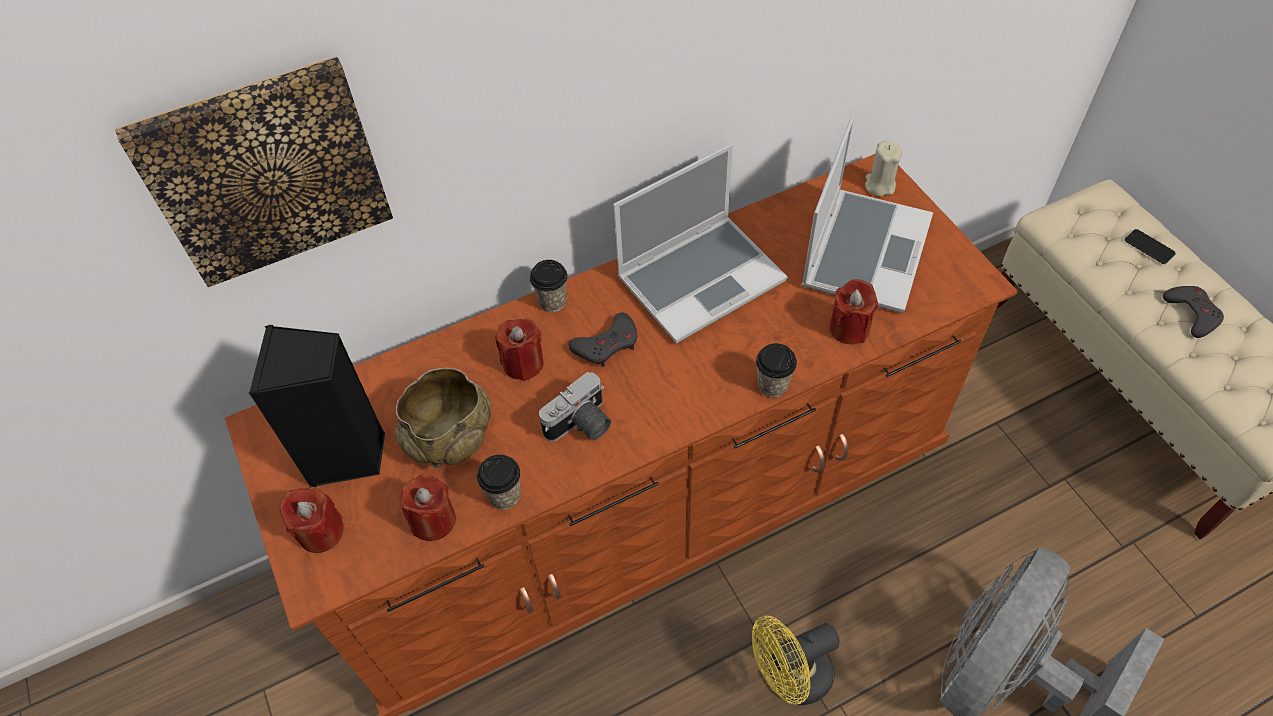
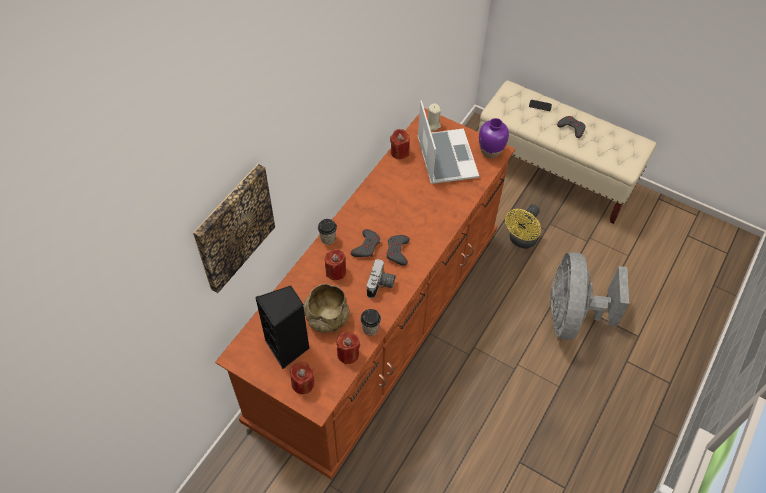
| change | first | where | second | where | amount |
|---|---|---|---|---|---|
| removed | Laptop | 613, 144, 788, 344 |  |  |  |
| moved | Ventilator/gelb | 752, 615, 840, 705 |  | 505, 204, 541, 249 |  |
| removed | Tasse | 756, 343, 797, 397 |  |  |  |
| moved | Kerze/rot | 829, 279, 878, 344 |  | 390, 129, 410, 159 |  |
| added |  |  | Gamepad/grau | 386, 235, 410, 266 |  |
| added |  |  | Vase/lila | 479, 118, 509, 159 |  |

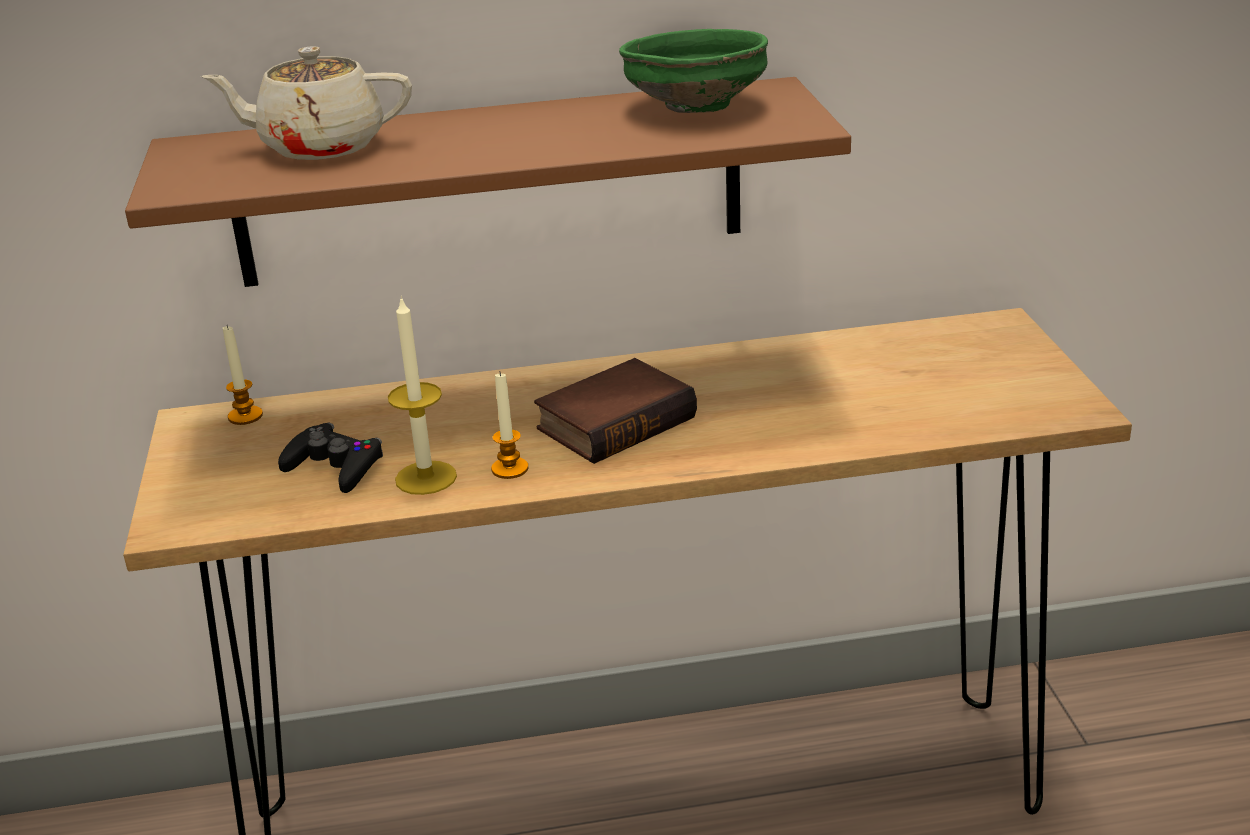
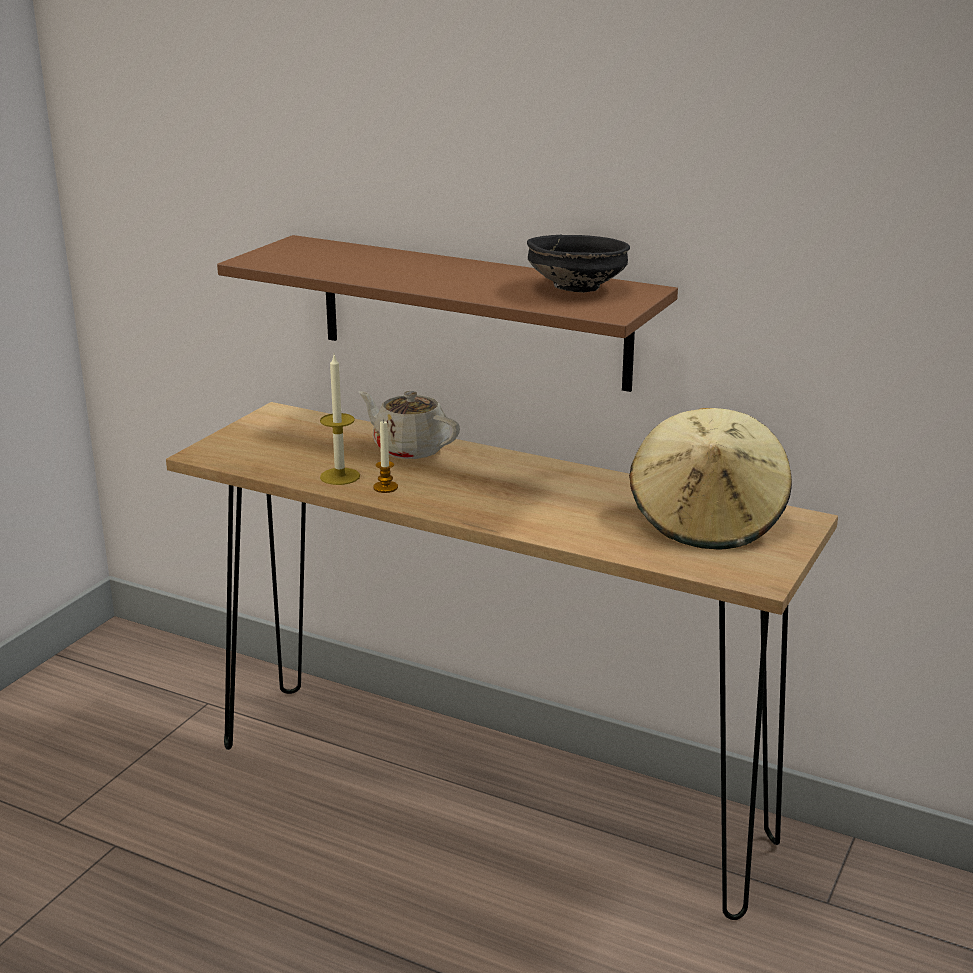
| change | first | where | second | where | amount |
|---|---|---|---|---|---|
| moved | Teekanne/beige | 201, 46, 412, 160 |  | 359, 391, 460, 459 |  |
| removed | Kerze | 223, 325, 263, 425 |  |  |  |
| removed | Gamepad/schwarz | 278, 423, 383, 493 |  |  |  |
| removed | Buch | 534, 358, 697, 464 |  |  |  |
| recoloured | Schüssel/grün | 619, 29, 768, 113 | Schüssel/schwarz | 527, 235, 630, 293 |  |
| added |  |  | Hut/beige | 629, 408, 792, 549 |  |

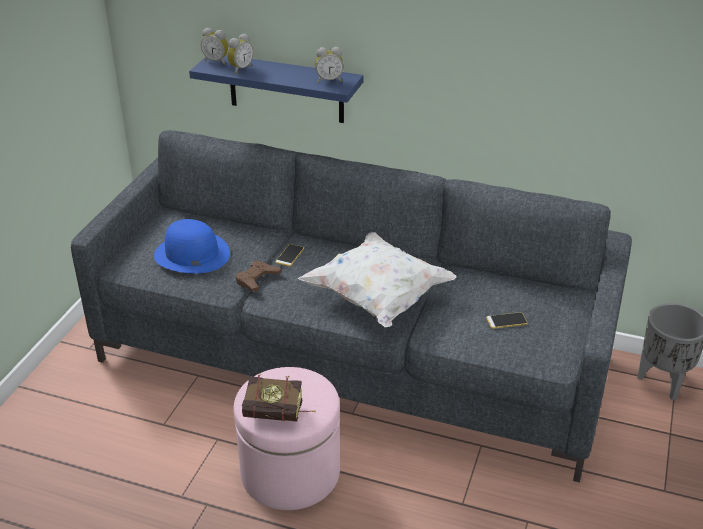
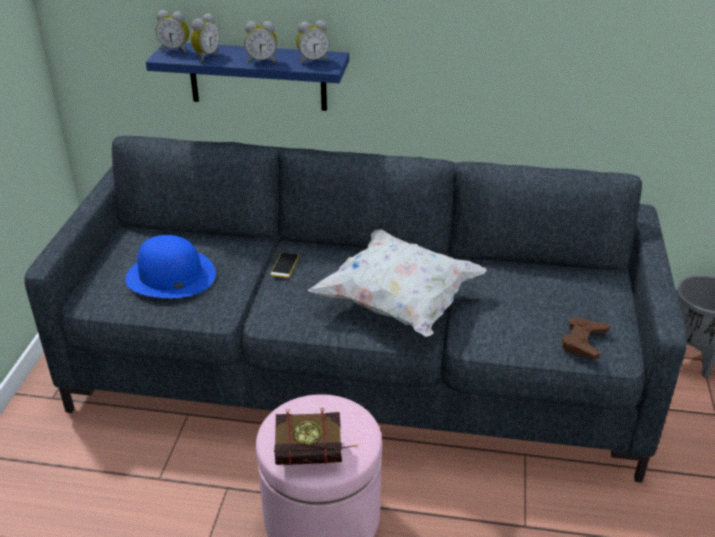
| change | first | where | second | where | amount |
|---|---|---|---|---|---|
| moved | Gamepad/braun | 236, 260, 281, 292 |  | 562, 317, 610, 359 |  |
| removed | Handy | 486, 312, 528, 329 |  |  |  |
| added |  |  | Wecker | 244, 21, 277, 63 |  |

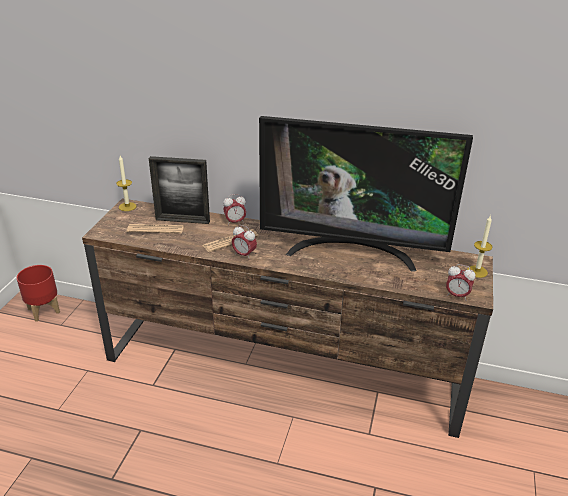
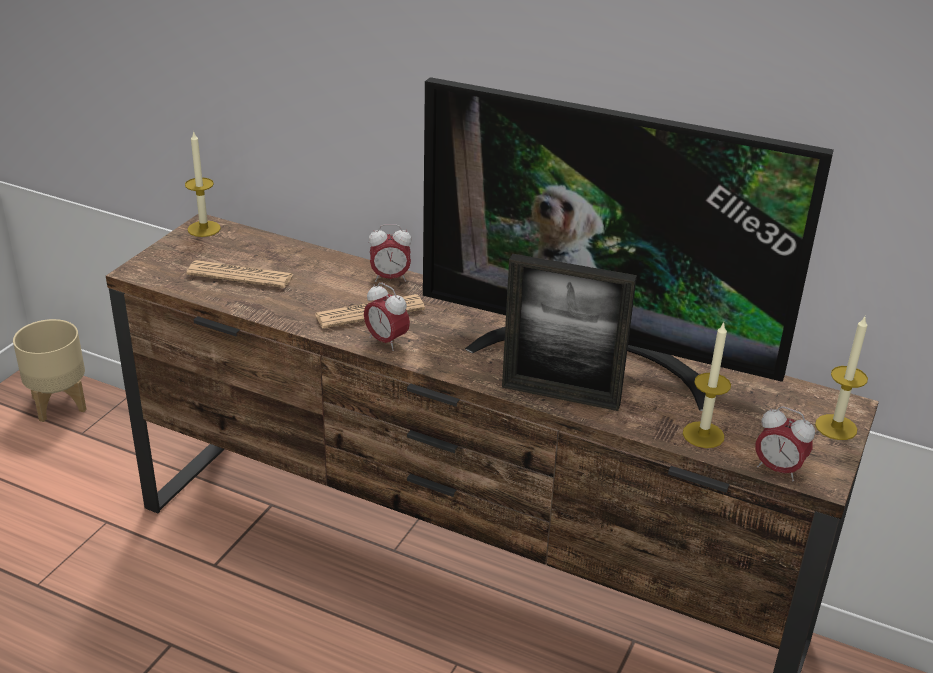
| change | first | where | second | where | amount |
|---|---|---|---|---|---|
| recoloured | Pflanzkübel/rot | 17, 265, 60, 322 | Pflanzkübel/beige | 13, 319, 87, 422 |  |
| moved | Bilderrahmen | 149, 156, 210, 224 |  | 502, 254, 637, 411 |  |
| added |  |  | Kerze | 683, 322, 731, 448 |  |

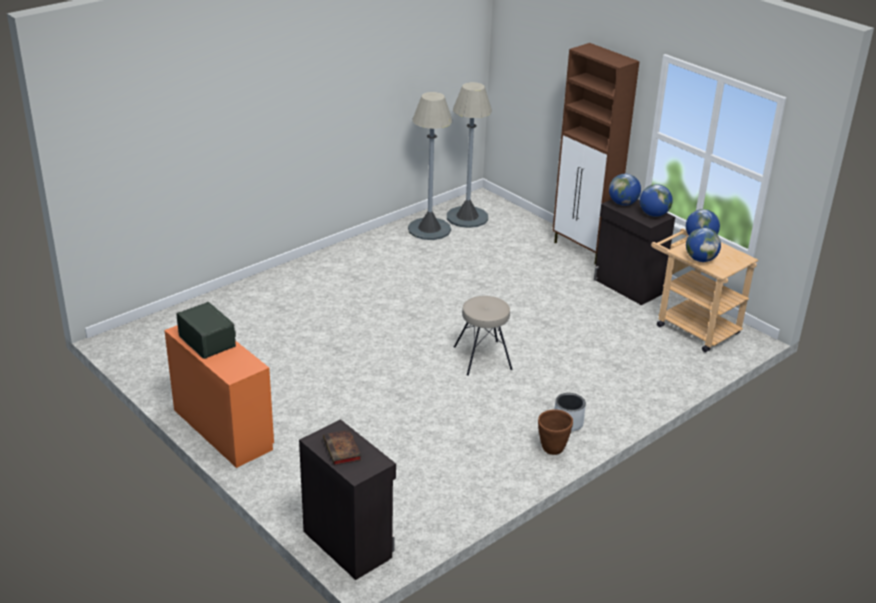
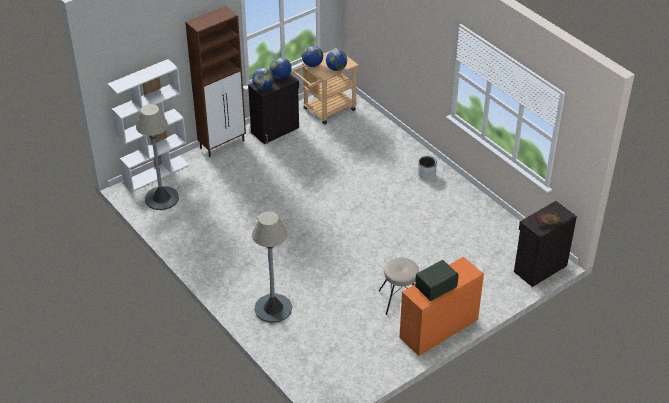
| change | first | where | second | where | amount |
|---|---|---|---|---|---|
| moved | Stehlampe/grau | 408, 92, 452, 240 |  | 252, 211, 292, 323 |  |
| moved | Hocker/beige | 454, 296, 513, 376 |  | 379, 258, 419, 315 |  |
| removed | Pflanzkübel/braun | 538, 409, 573, 455 |  |  |  |
| added |  |  | Bücherregal/weiß | 108, 59, 189, 191 |  |

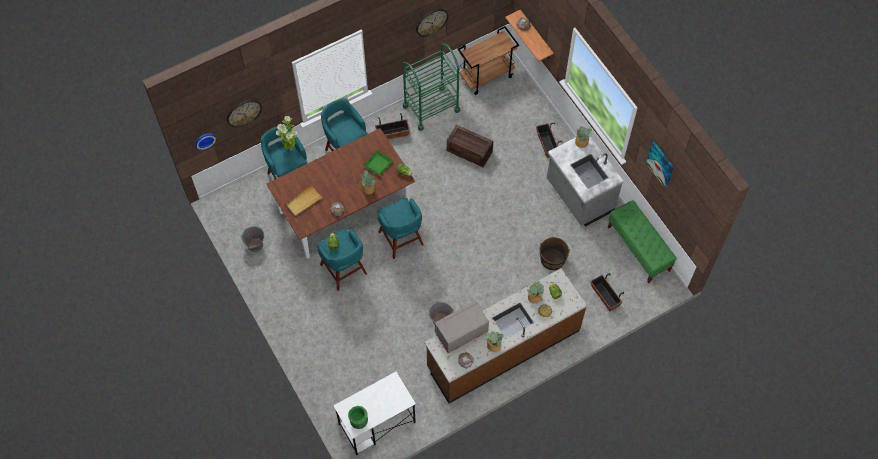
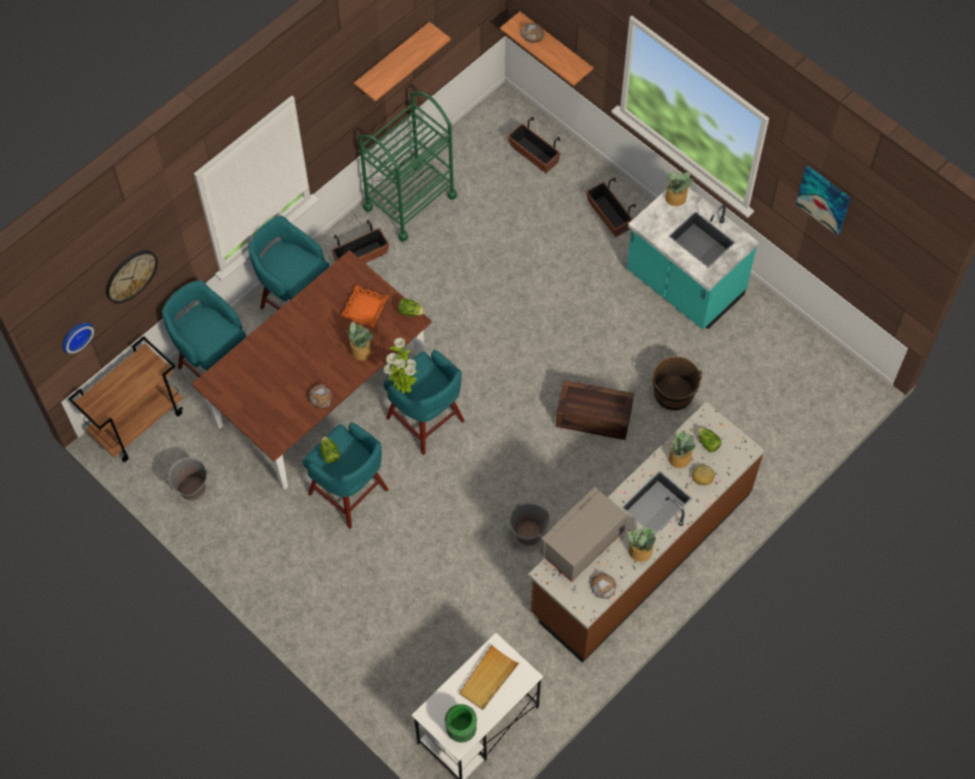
| change | first | where | second | where | amount |
|---|---|---|---|---|---|
| moved | Topfpflanze | 276, 116, 298, 151 |  | 383, 337, 418, 394 |  |
| moved | Tablett/beige | 286, 185, 323, 216 |  | 459, 645, 519, 710 |  |
| recoloured | Tablett/grün | 363, 149, 394, 176 | Tablett/orange | 341, 285, 388, 327 |  |
| replaced | Wanduhr | 416, 9, 448, 37 | Wandregal | 354, 22, 451, 102 |  |
| moved | Kiste | 447, 125, 493, 167 |  | 556, 380, 634, 440 |  |
| moved | Rollwagen/braun | 458, 26, 519, 95 |  | 68, 336, 183, 462 |  |
| recoloured | Küchenzeile/grau | 547, 137, 623, 227 | Küchenzeile/türkis | 627, 187, 759, 329 |  |
| moved | Pflanzkübel | 590, 273, 624, 311 |  | 507, 117, 561, 173 |  |
| removed | Bank/grün | 608, 200, 677, 284 |  |  |  |

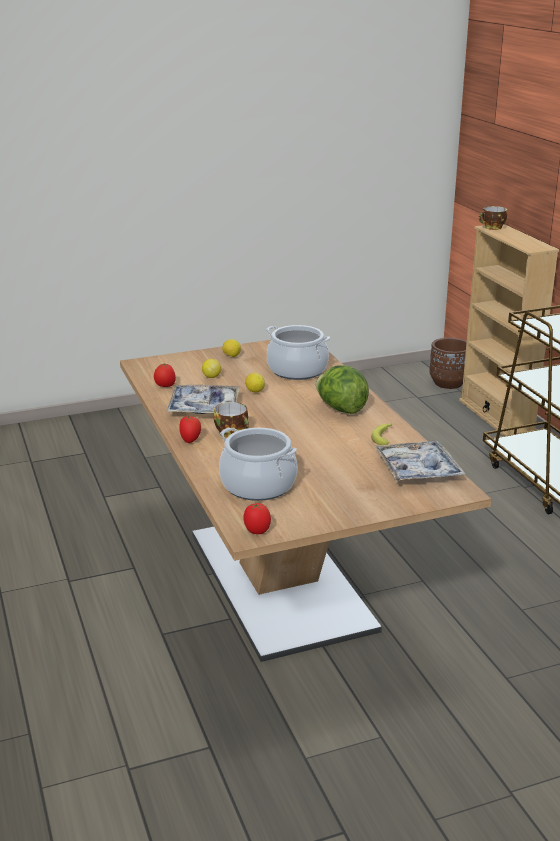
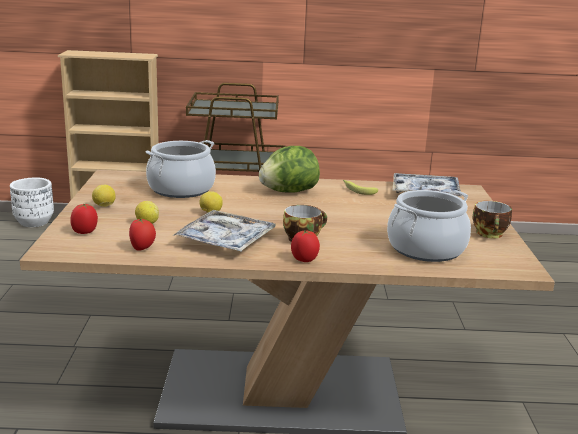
| change | first | where | second | where | amount |
|---|---|---|---|---|---|
| moved | Tomate | 244, 503, 271, 534 |  | 70, 204, 98, 234 |  |
| recoloured | Pflanzkübel/braun | 430, 338, 467, 389 | Pflanzkübel/weiß | 10, 177, 54, 227 |  |
| moved | Tasse | 479, 206, 507, 230 |  | 472, 201, 512, 238 |  |

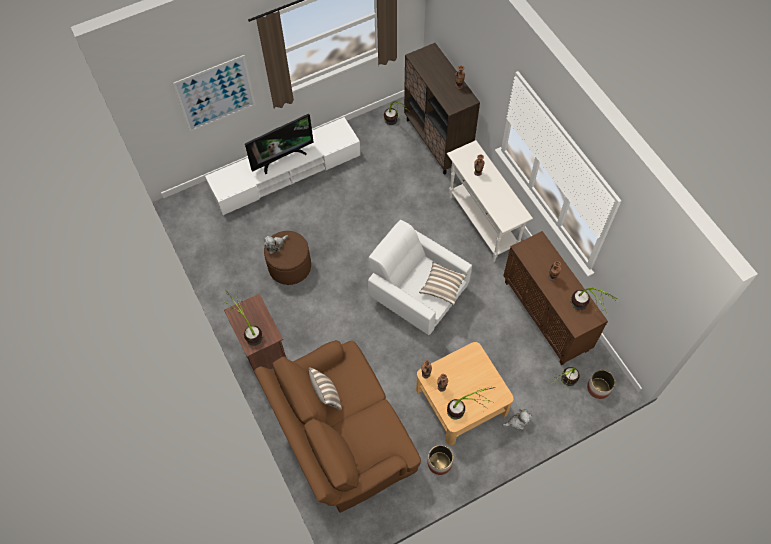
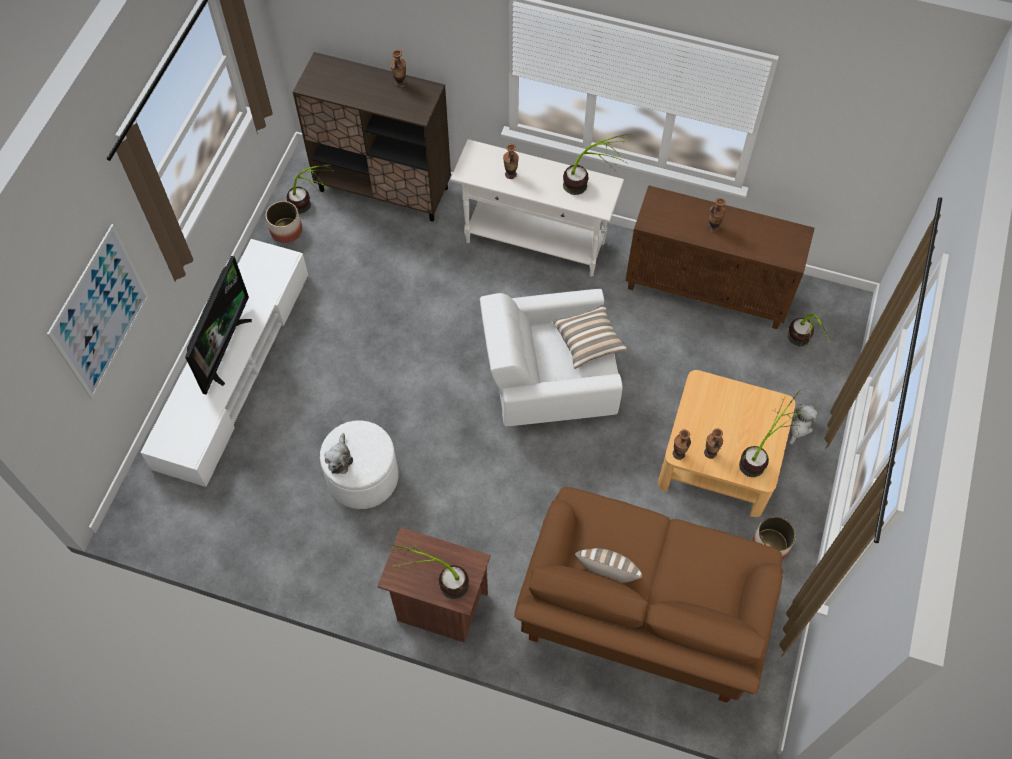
| change | first | where | second | where | amount |
|---|---|---|---|---|---|
| recoloured | Polsterhocker/braun | 264, 231, 311, 285 | Polsterhocker/weiß | 320, 420, 398, 509 |  |
| moved | Topfpflanze | 571, 288, 617, 313 |  | 563, 134, 629, 195 |  |
| moved | Pflanzkübel | 587, 370, 615, 399 |  | 266, 201, 302, 243 |  |

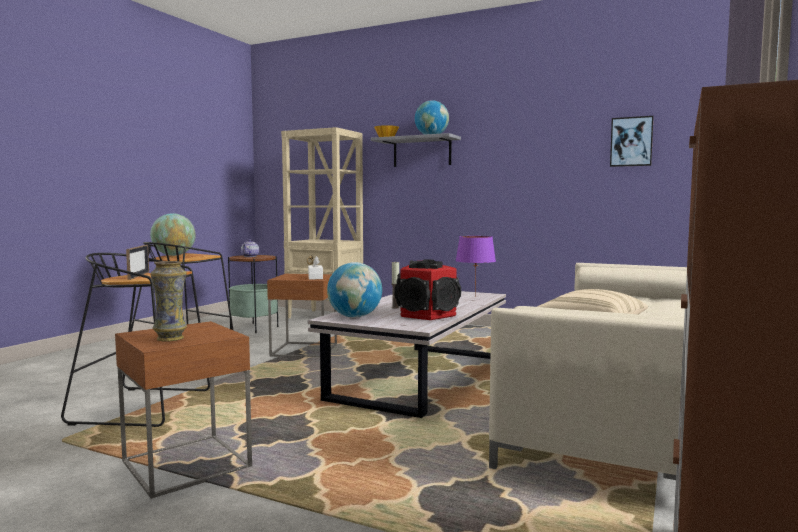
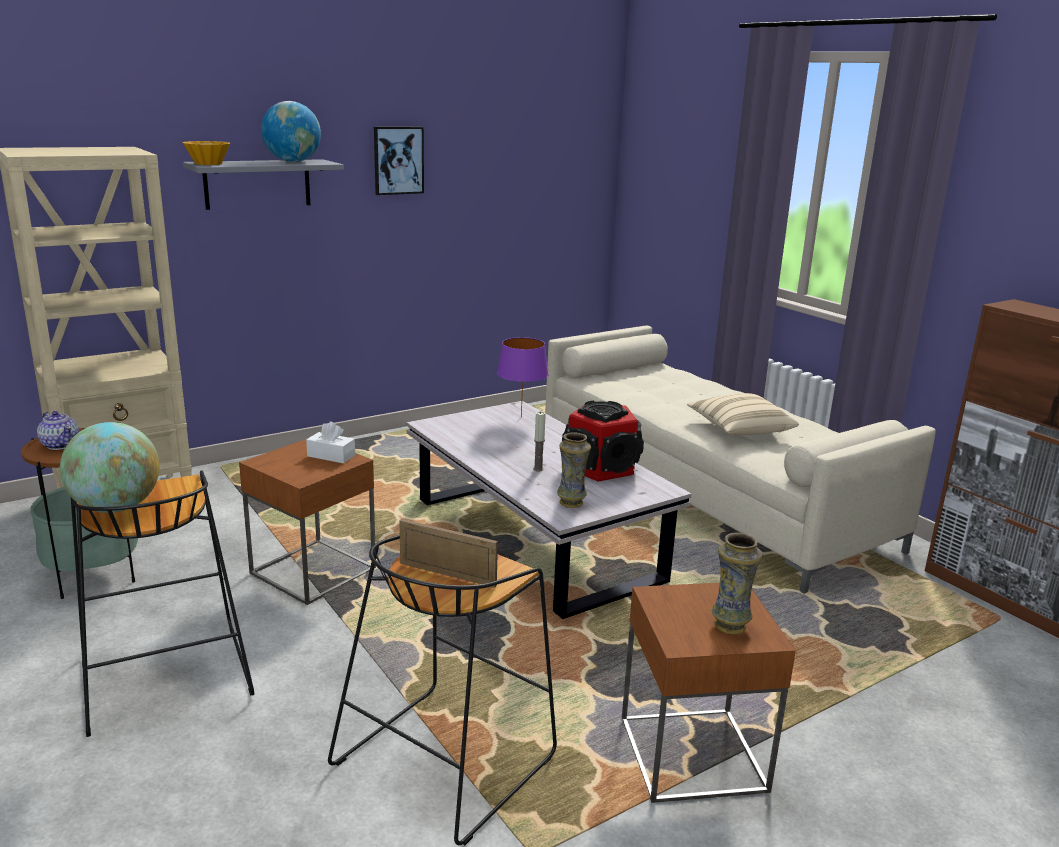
| change | first | where | second | where | amount |
|---|---|---|---|---|---|
| replaced | Globus | 327, 262, 382, 318 | Vase | 557, 432, 591, 508 |  |
| moved | Bild | 610, 116, 654, 167 |  | 374, 127, 424, 195 |  |

